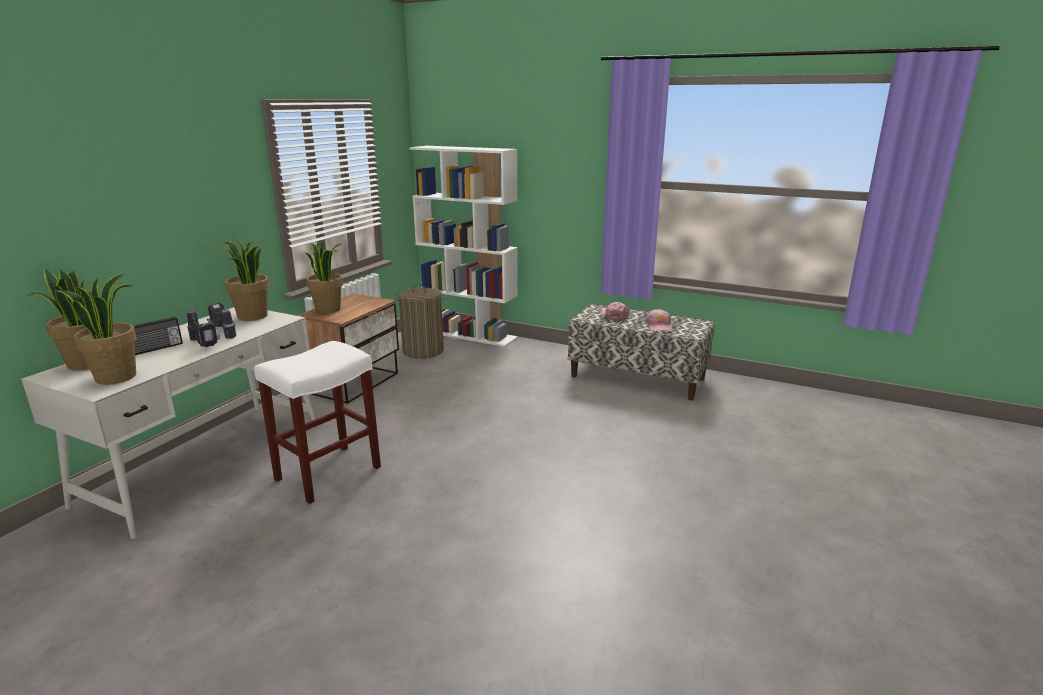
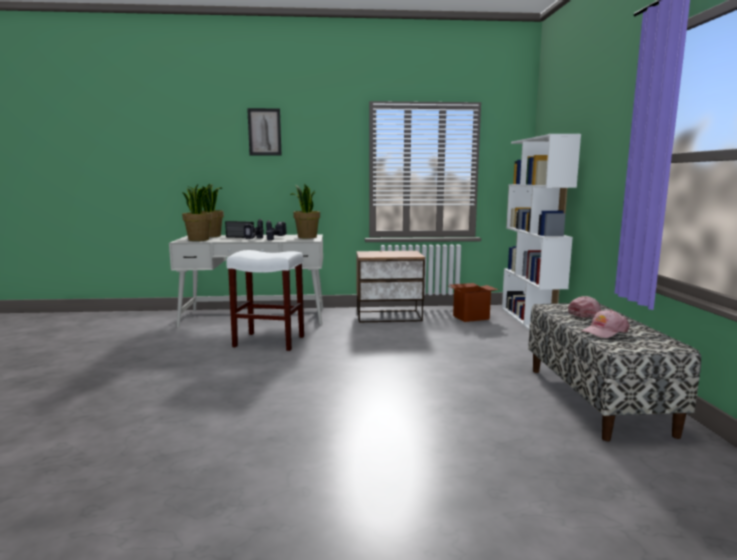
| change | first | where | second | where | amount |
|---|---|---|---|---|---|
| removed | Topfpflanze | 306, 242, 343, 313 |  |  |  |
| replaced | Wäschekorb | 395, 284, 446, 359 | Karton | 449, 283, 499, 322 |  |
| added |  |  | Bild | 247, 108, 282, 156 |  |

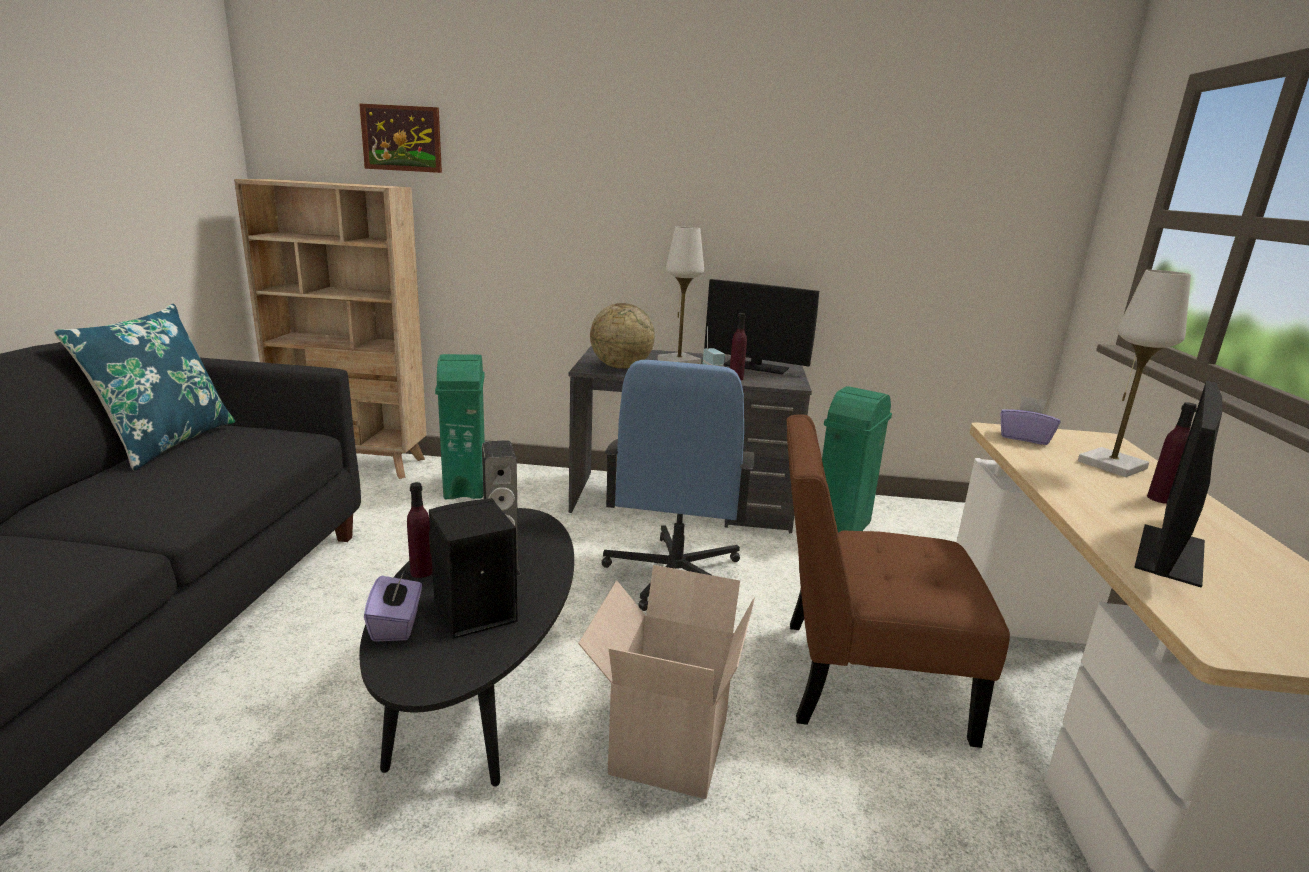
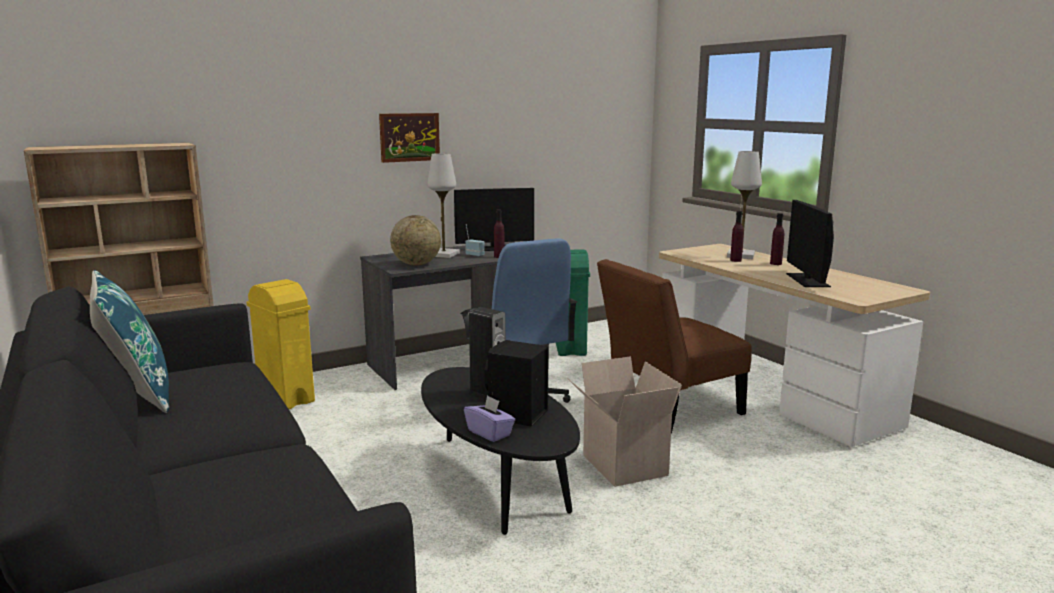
| change | first | where | second | where | amount |
|---|---|---|---|---|---|
| moved | Bild | 359, 103, 442, 173 |  | 379, 113, 440, 163 |  |
| moved | Flasche/lila | 407, 482, 433, 578 |  | 730, 211, 744, 262 |  |
| recoloured | Mülleimer/grün | 435, 354, 485, 499 | Mülleimer/gelb | 246, 279, 315, 409 |  |
| removed | Taschentuchbox/lila | 1001, 396, 1061, 445 |  |  |  |

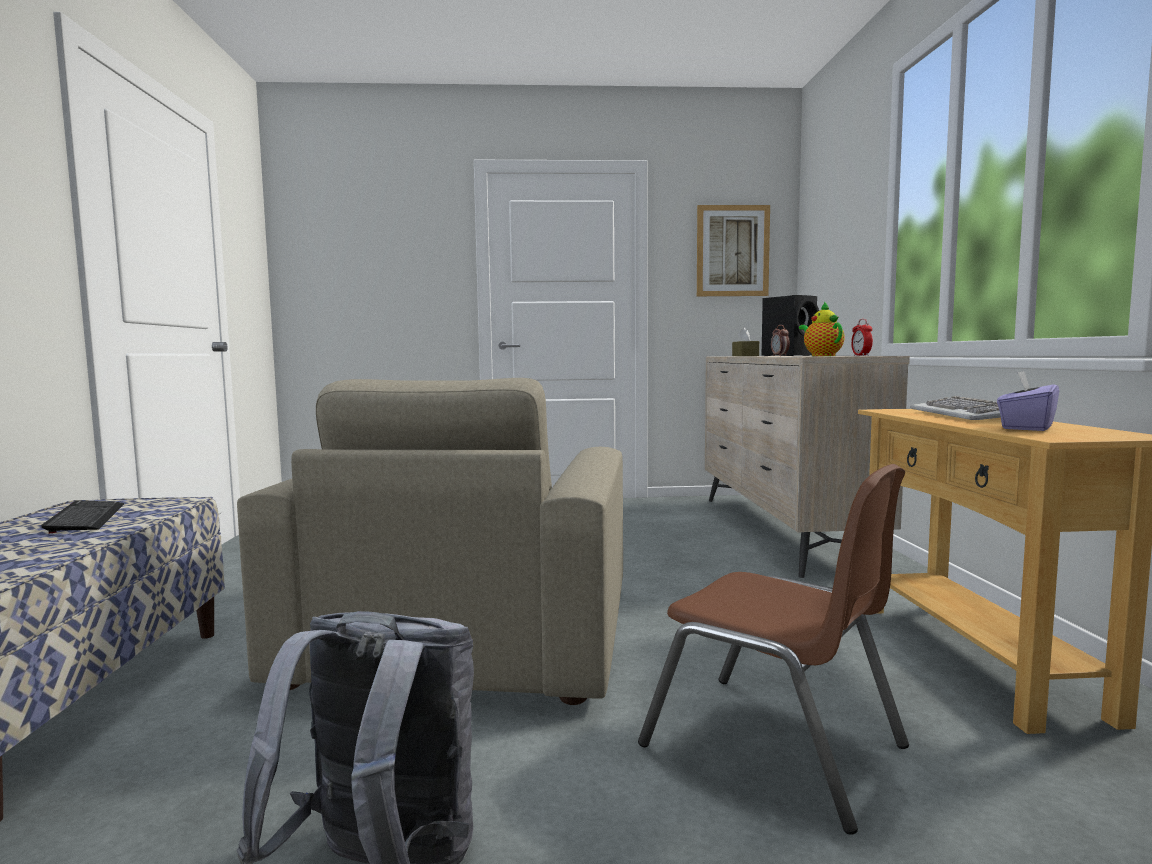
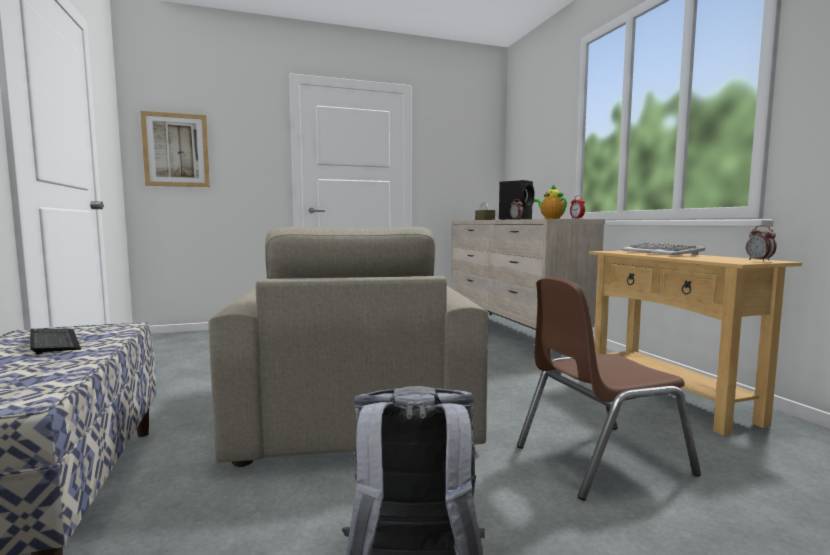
| change | first | where | second | where | amount |
|---|---|---|---|---|---|
| turned | Stuhl/braun | 638, 464, 909, 835 |  | 517, 277, 701, 501 | 135 degrees clockwise |
| moved | Bild | 697, 205, 770, 296 |  | 140, 111, 210, 187 |  |
| removed | Taschentuchbox/lila | 997, 371, 1059, 431 |  |  |  |
| added |  |  | Wecker | 746, 225, 777, 261 |  |

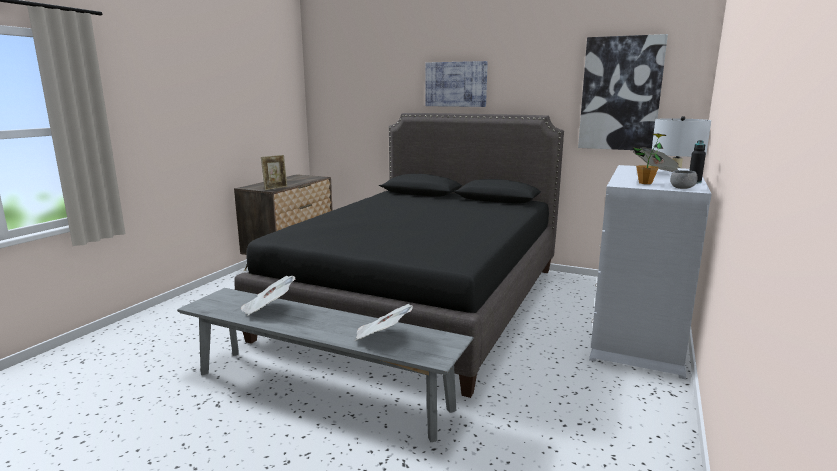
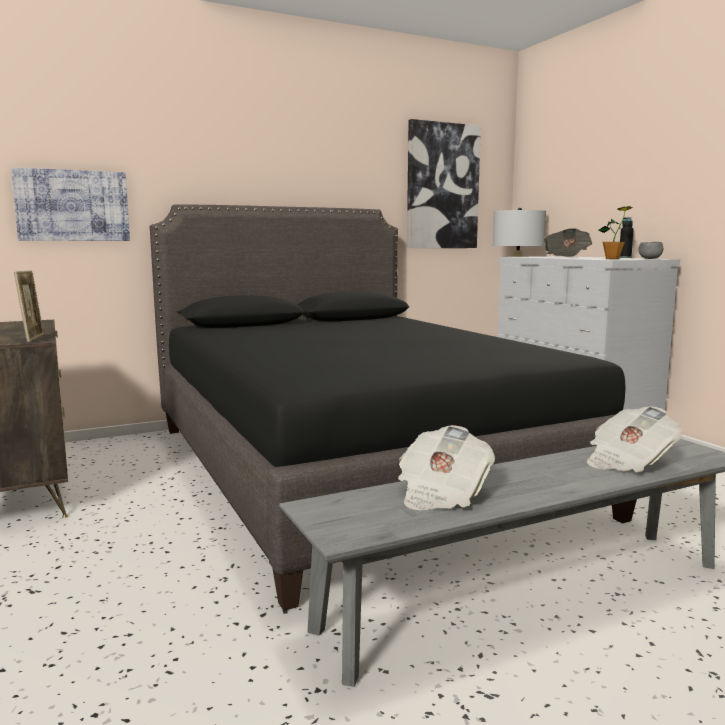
| change | first | where | second | where | amount |
|---|---|---|---|---|---|
| moved | Bild | 425, 61, 488, 107 |  | 11, 167, 130, 241 |  |

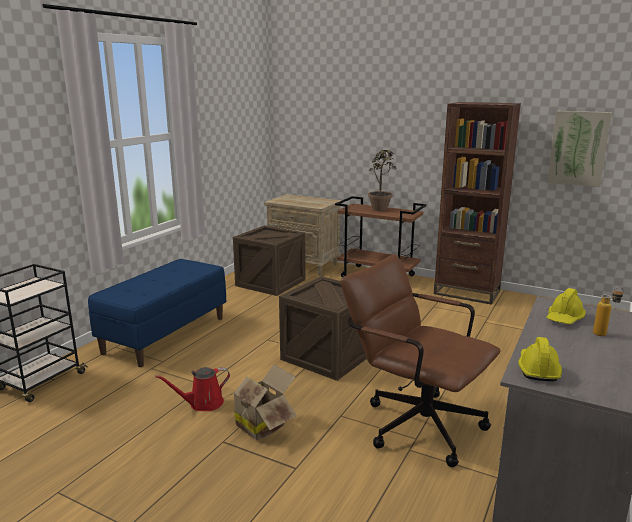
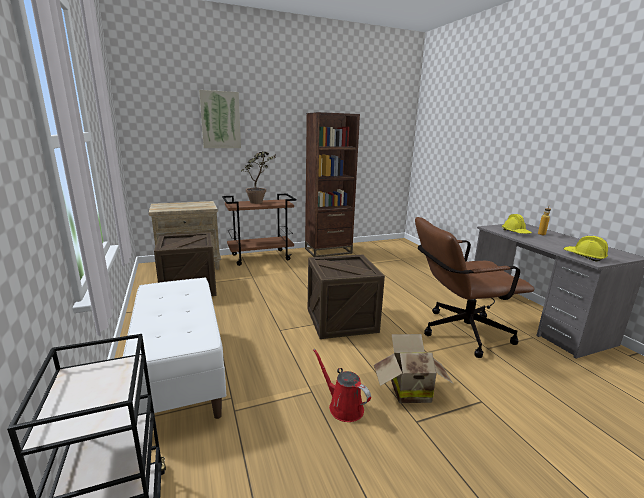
| change | first | where | second | where | amount |
|---|---|---|---|---|---|
| recoloured | Bank/blau | 88, 259, 226, 367 | Bank/weiß | 123, 278, 226, 419 |  |
| turned | Gießkanne/rot | 155, 367, 230, 411 |  | 313, 349, 371, 422 | 120 degrees clockwise |
| moved | Bild | 547, 111, 612, 187 |  | 199, 90, 241, 148 |  |

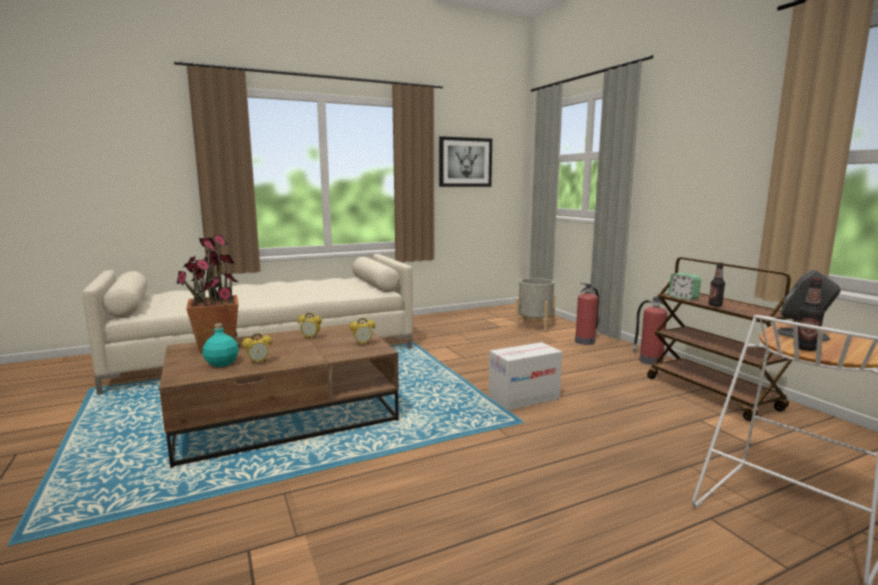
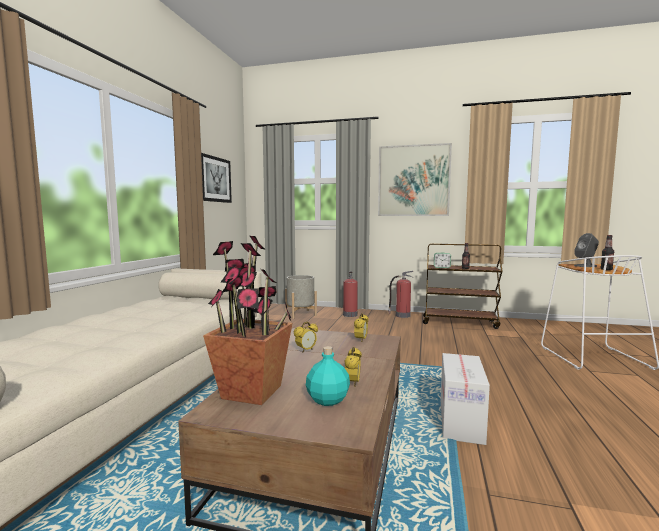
| change | first | where | second | where | amount |
|---|---|---|---|---|---|
| moved | Karton | 489, 342, 562, 410 |  | 441, 353, 490, 445 |  |
| added |  |  | Bild | 378, 143, 452, 216 |  |

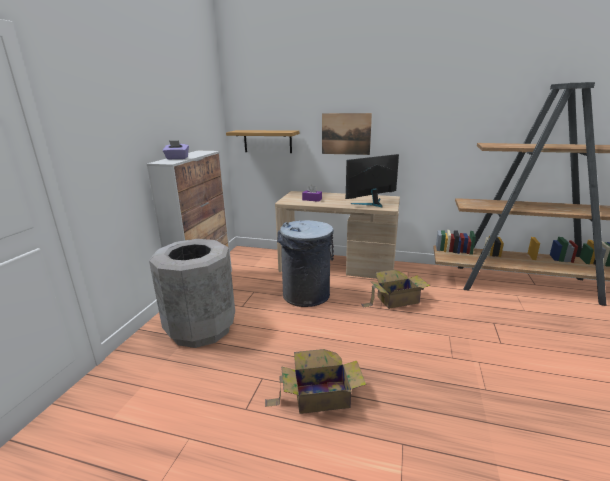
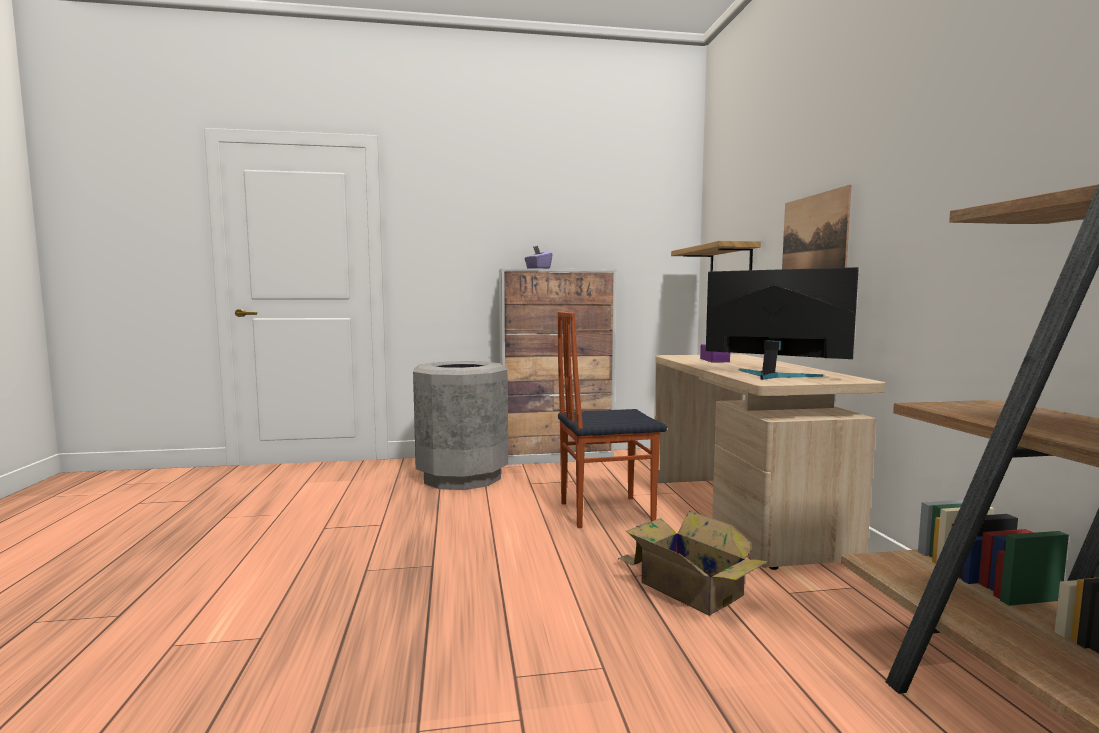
| change | first | where | second | where | amount |
|---|---|---|---|---|---|
| removed | Karton | 265, 349, 366, 414 |  |  |  |
| replaced | Mülleimer/grau | 277, 220, 334, 307 | Stuhl | 557, 311, 667, 528 |  |

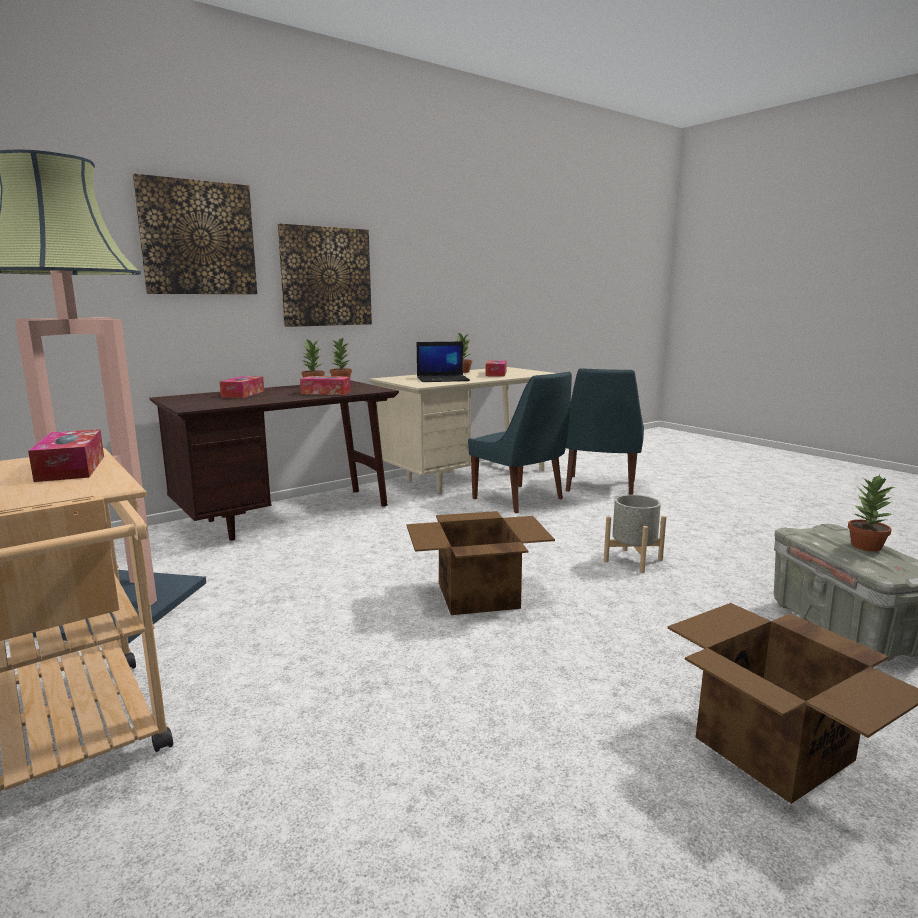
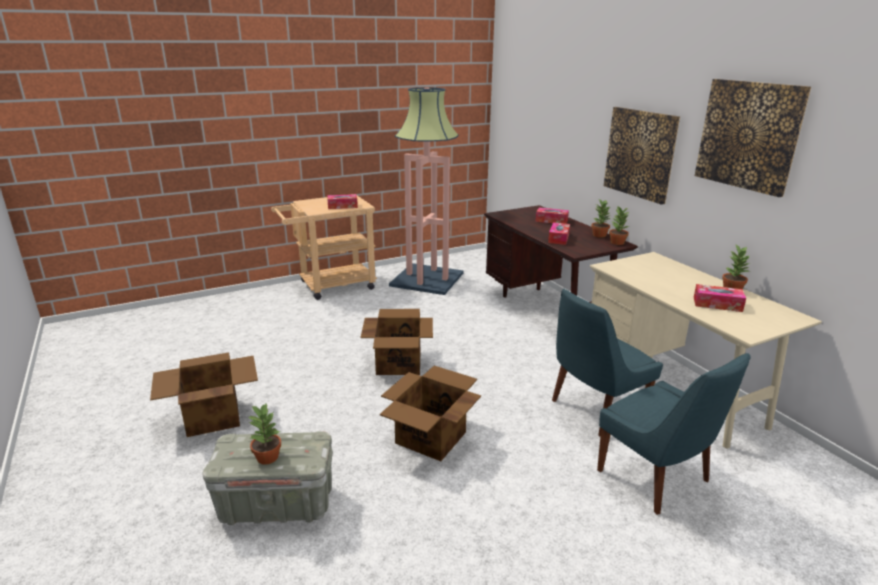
| change | first | where | second | where | amount |
|---|---|---|---|---|---|
| moved | Bild | 133, 174, 257, 294 |  | 695, 79, 811, 197 |  |
| removed | Laptop | 417, 341, 470, 382 |  |  |  |
| turned | Stuhl/blau | 566, 368, 644, 495 |  | 597, 353, 751, 515 | 150 degrees counterclockwise |
| replaced | Pflanzkübel/grau | 604, 495, 666, 573 | Karton | 380, 366, 481, 461 |  |

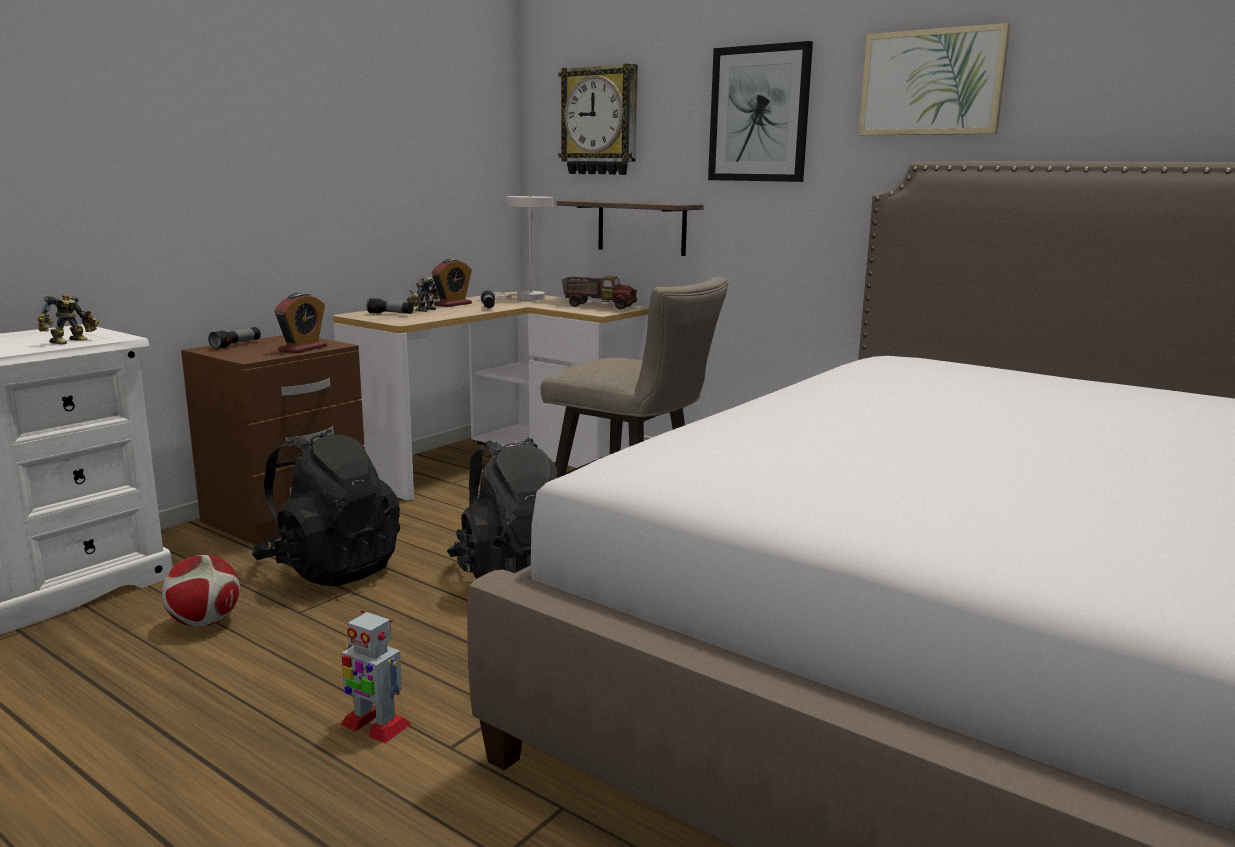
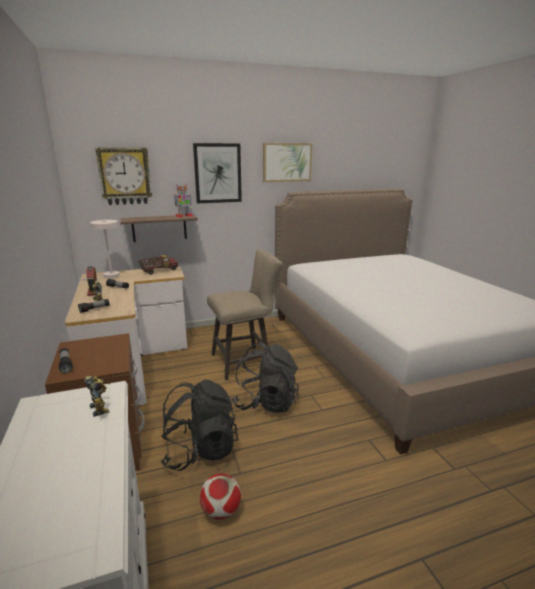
| change | first | where | second | where | amount |
|---|---|---|---|---|---|
| removed | Wecker | 274, 293, 327, 353 |  |  |  |
| moved | Spielzeugroboter | 340, 610, 411, 743 |  | 174, 184, 193, 217 |  |

